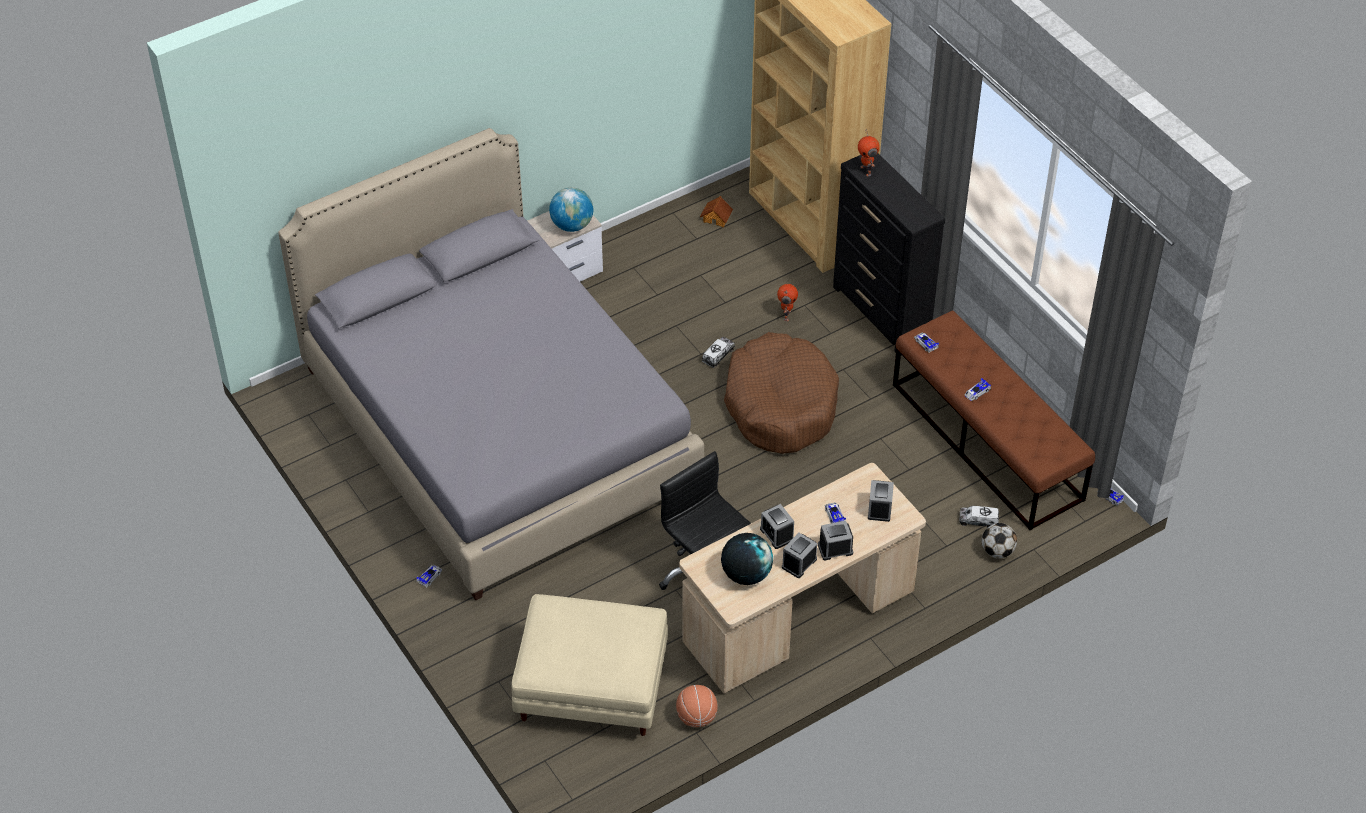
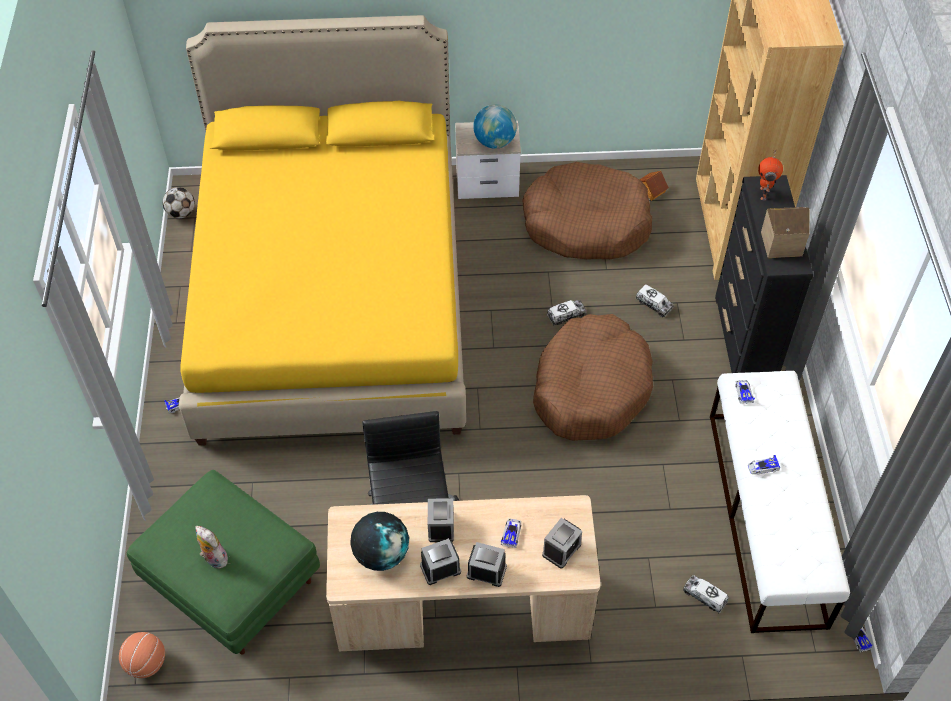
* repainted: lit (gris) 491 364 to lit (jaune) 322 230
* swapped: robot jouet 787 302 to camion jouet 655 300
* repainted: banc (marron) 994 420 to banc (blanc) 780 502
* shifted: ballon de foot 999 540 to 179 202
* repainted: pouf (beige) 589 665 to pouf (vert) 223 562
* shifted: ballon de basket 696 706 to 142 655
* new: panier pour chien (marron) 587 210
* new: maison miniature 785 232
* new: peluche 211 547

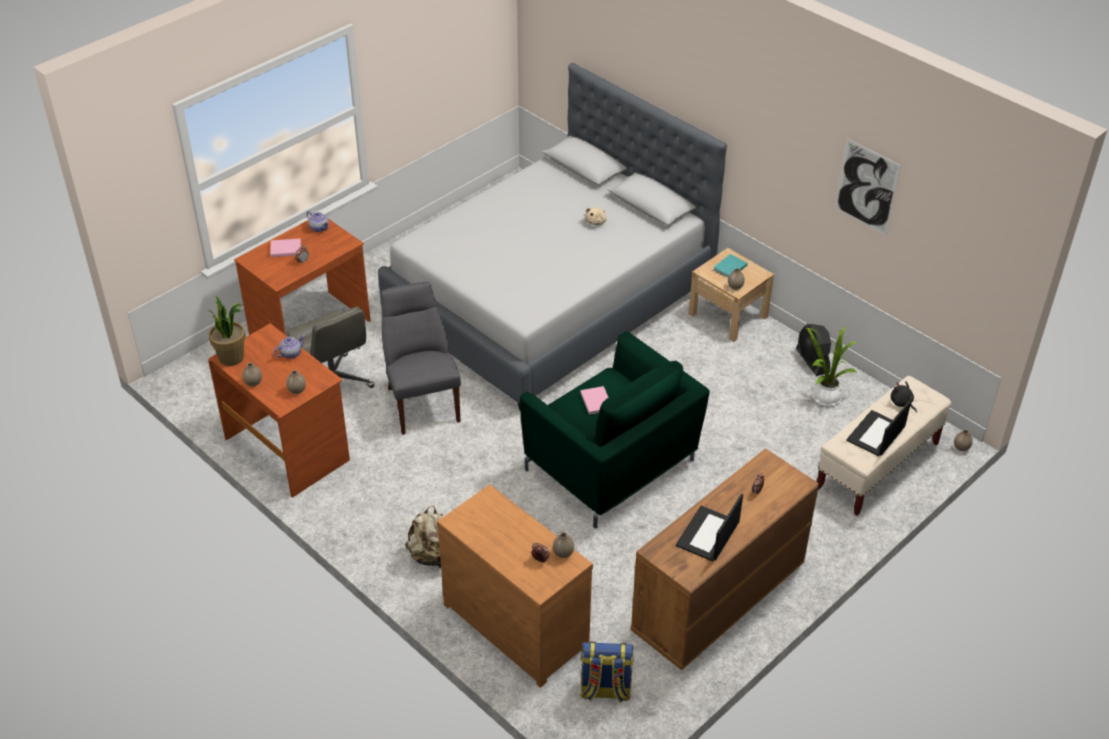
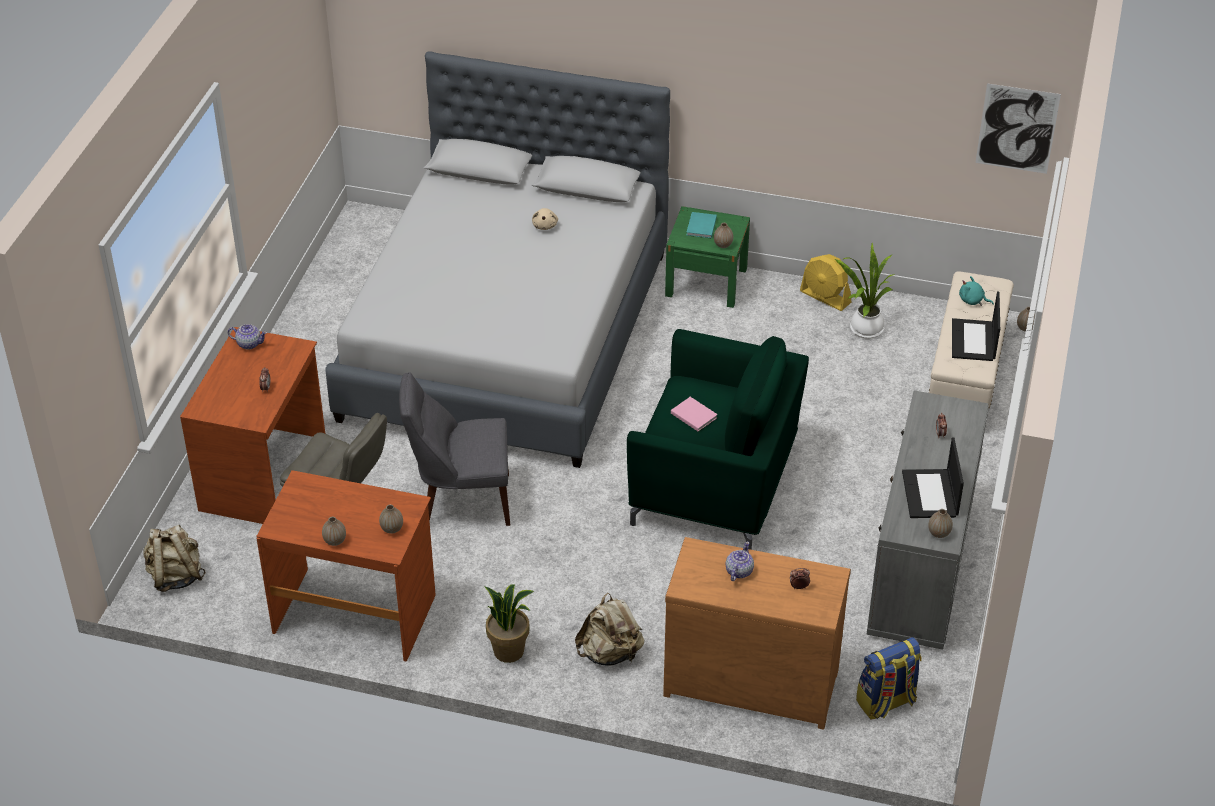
* shifted: tableau 867 187 to 1018 128
* gone: livre (rose) 285 247
* repainted: table de chevet (beige) 731 295 to table de chevet (vert) 707 257
* rotated: chaise (gris) 421 358 = 454 449 45 degrees counterclockwise
* shifted: plante en pot 227 331 to 509 623
* repainted: ventilateur (noir) 813 350 to ventilateur (jaune) 825 282
* shifted: théière 289 347 to 740 561
* repainted: peluche (noir) 904 397 to peluche (turquoise) 976 291
* repainted: commode (marron) 725 559 to commode (gris) 928 520
* shifted: vase 563 545 to 940 523
* new: sac à dos (beige) 175 558

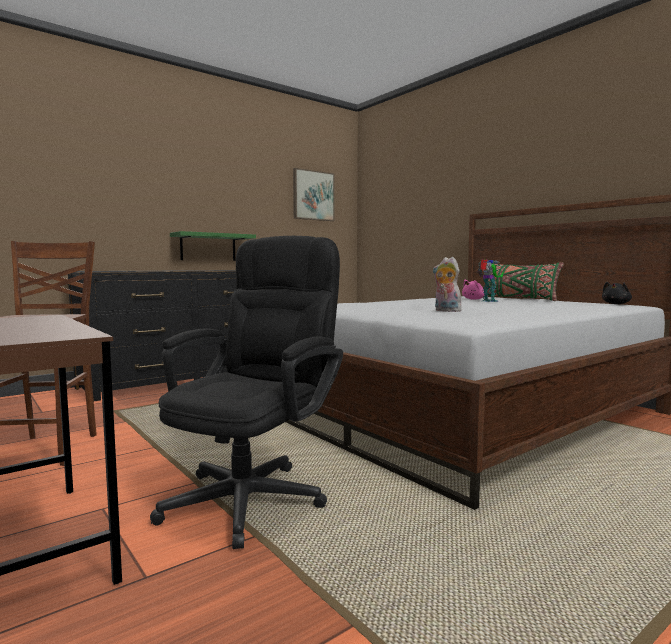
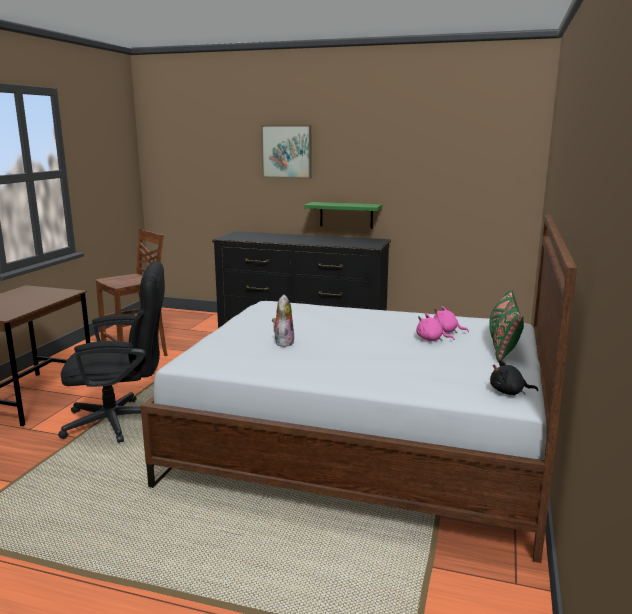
* shifted: tableau 314 194 to 286 152
* swapped: robot jouet 491 280 to peluche (rose) 435 327

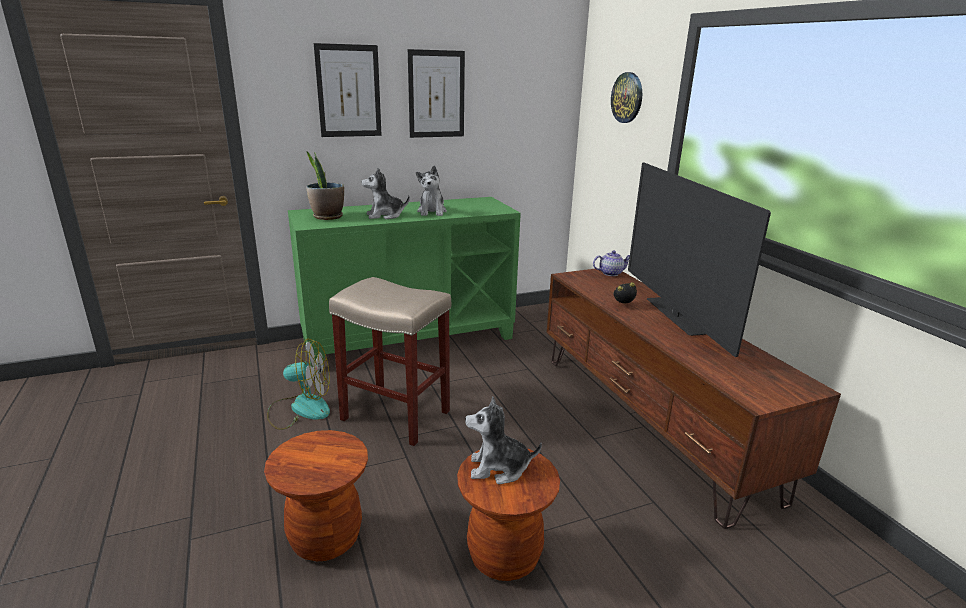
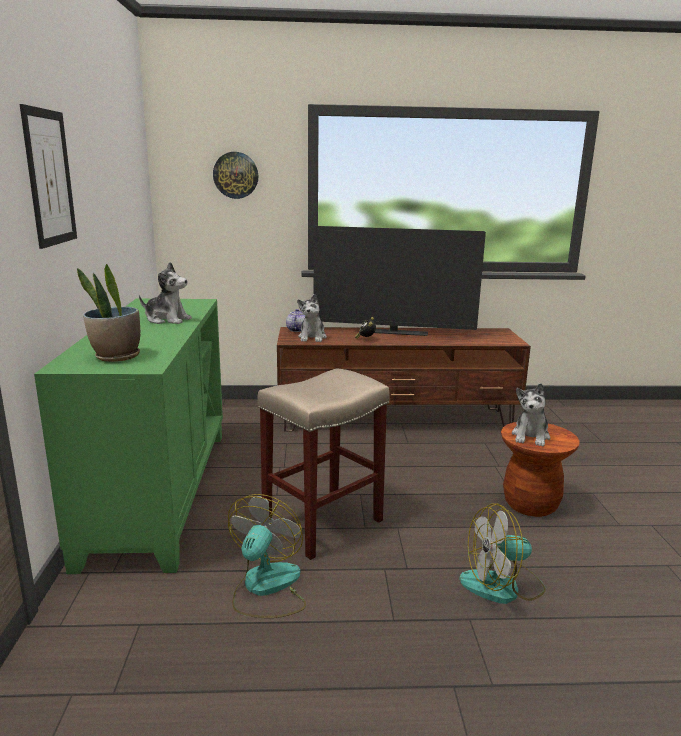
* gone: tableau 436 93
* shifted: peluche 385 193 to 312 318
* swapped: tabouret (marron) 316 495 to ventilateur 502 553

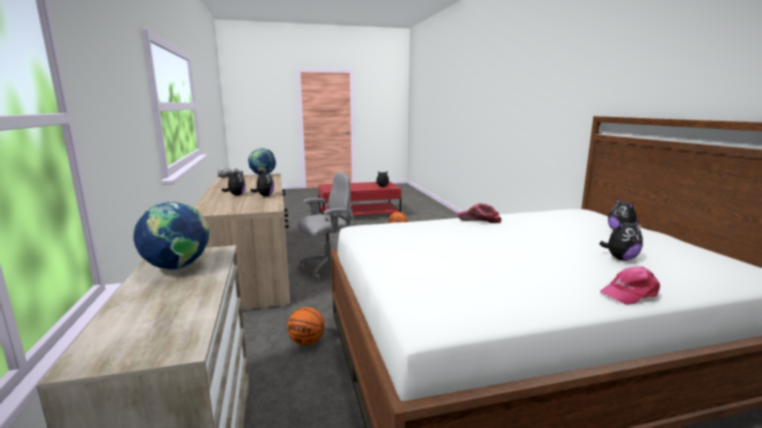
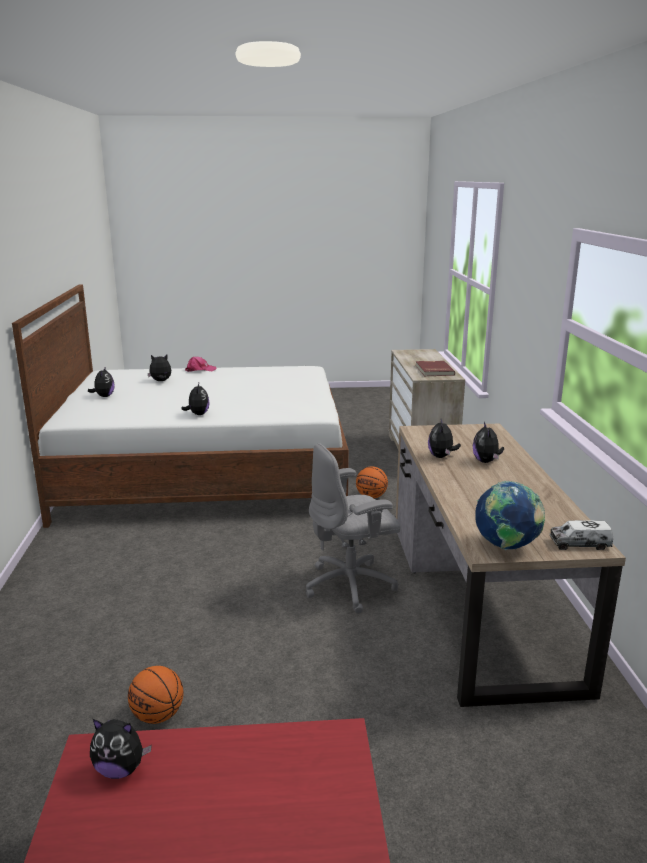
* swapped: globe 171 235 to livre (rouge) 435 368
* swapped: casquette 479 213 to peluche 195 399

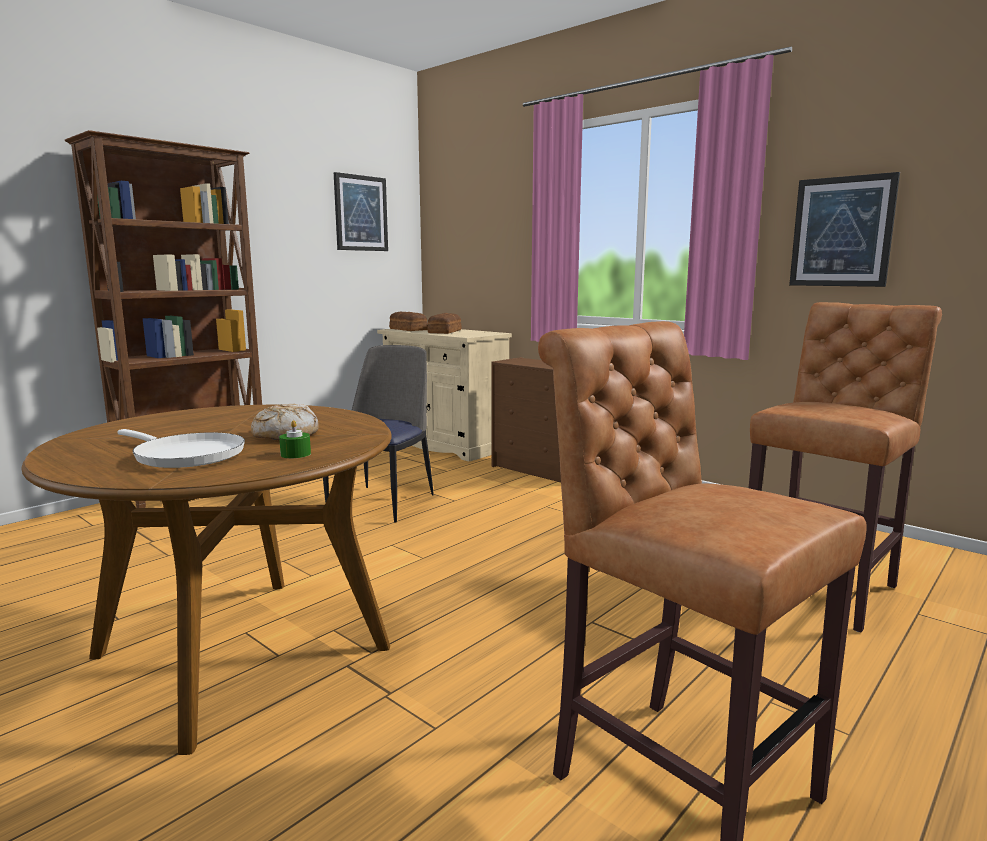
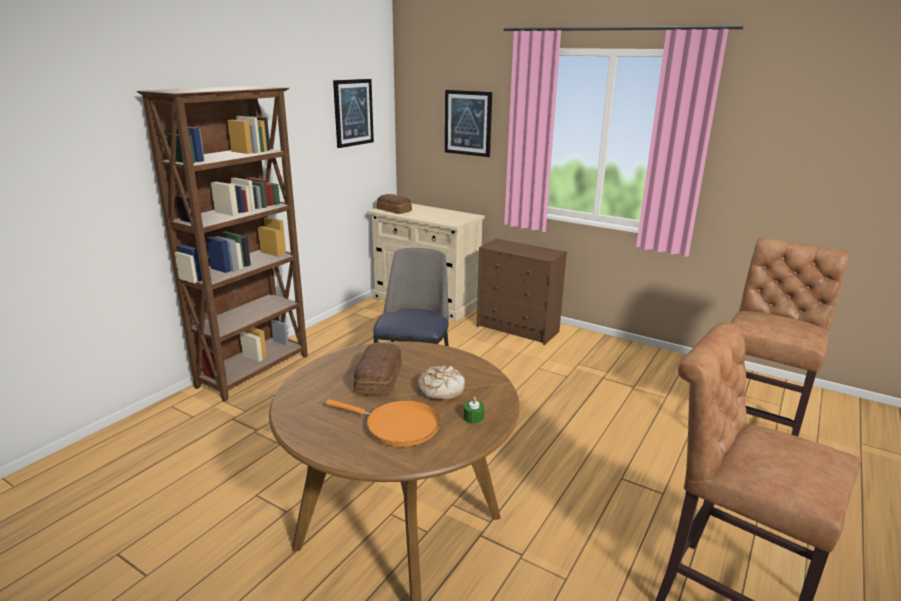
* shifted: tableau 844 229 to 468 123
* shifted: pain 444 323 to 378 370
* repainted: poêle (blanc) 181 448 to poêle (orange) 383 423

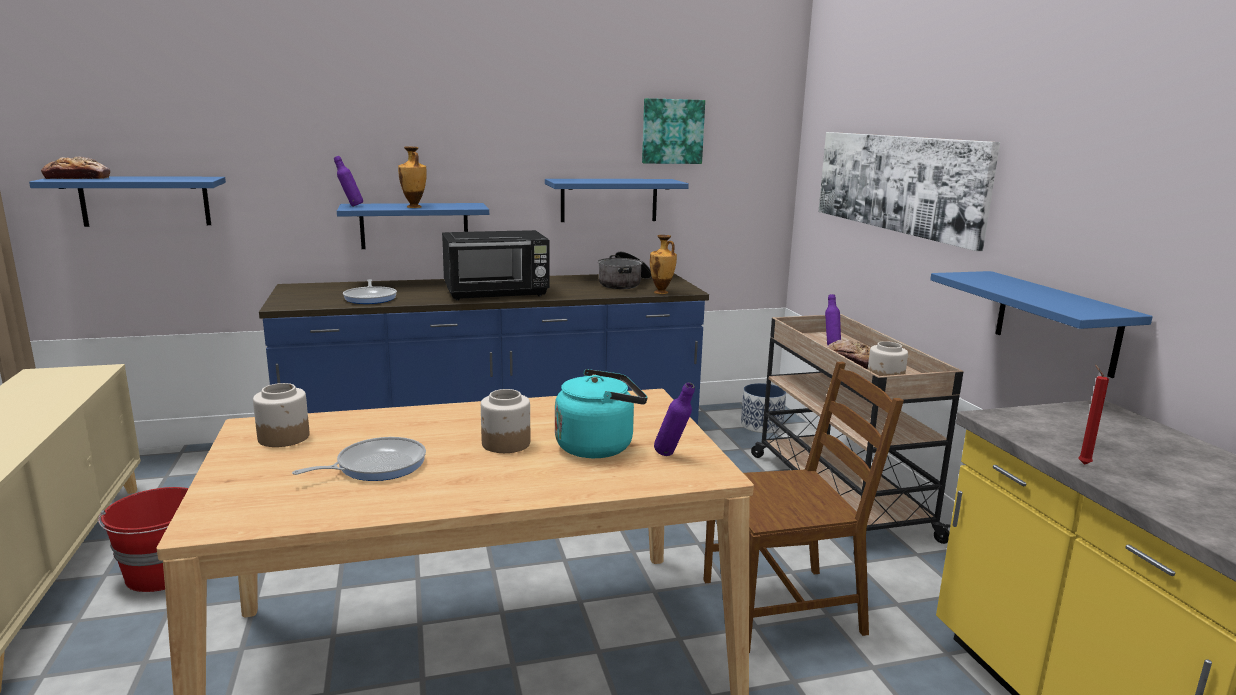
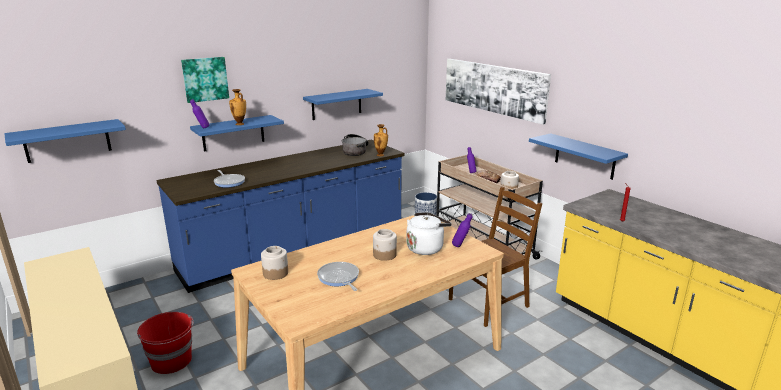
* shifted: tableau 673 131 to 205 80
* gone: pain 75 167
* gone: micro-ondes (noir) 496 265
* repainted: bouilloire (turquoise) 601 413 to bouilloire (blanc) 429 233
* rotated: poêle 359 459 = 338 276 60 degrees counterclockwise

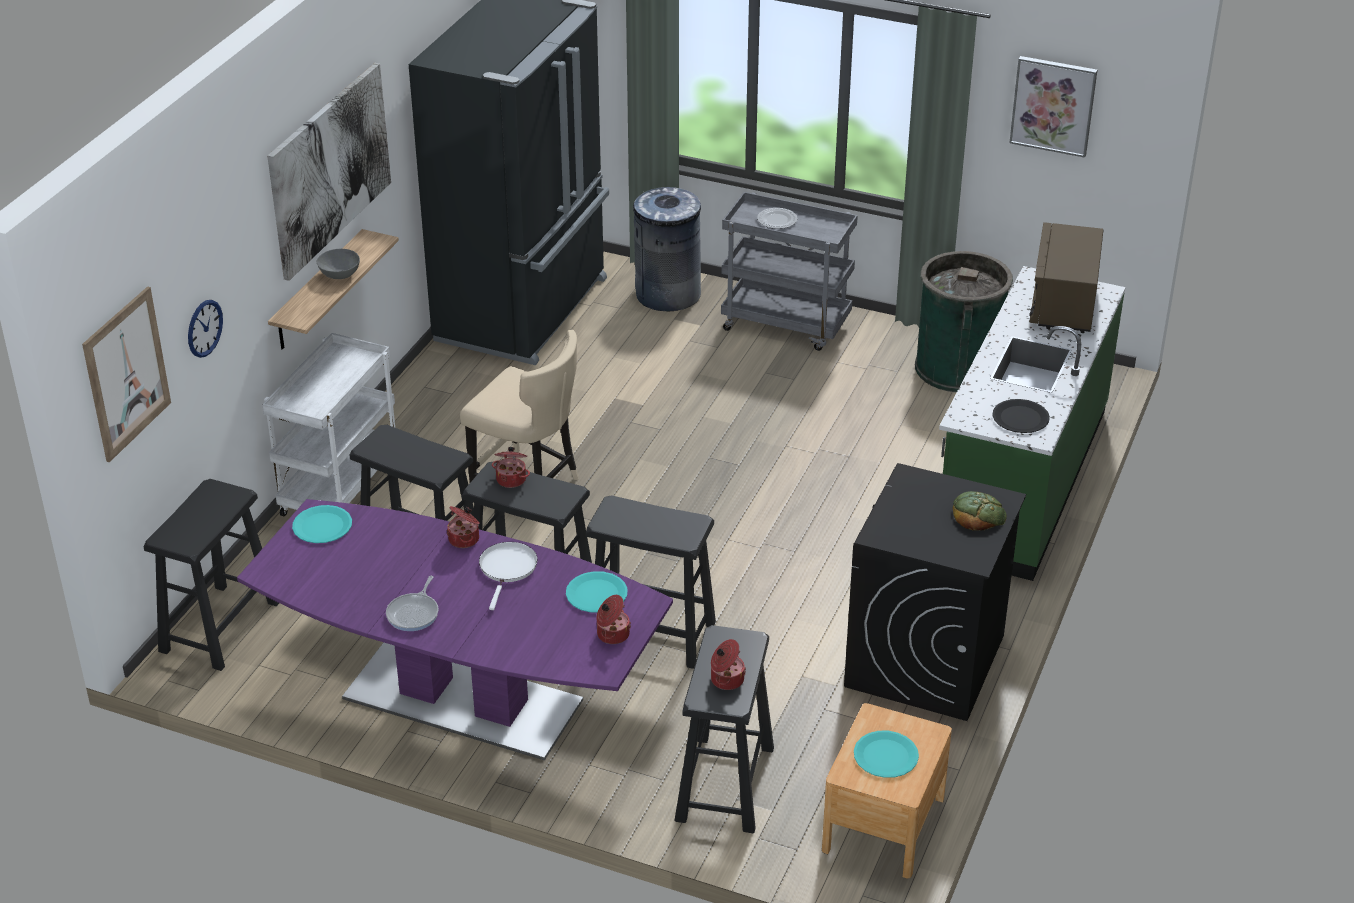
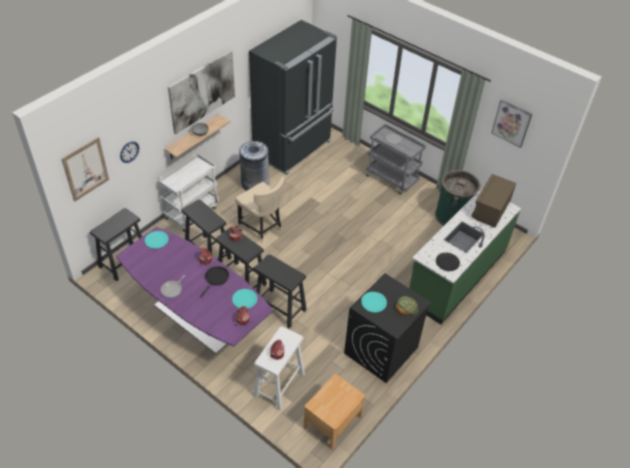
* shifted: poubelle (gris) 667 249 to 254 166
* repainted: poêle (blanc) 508 576 to poêle (noir) 214 281
* repainted: tabouret (noir) 724 729 to tabouret (blanc) 279 369
* shifted: assiette (turquoise) 886 754 to 374 302

